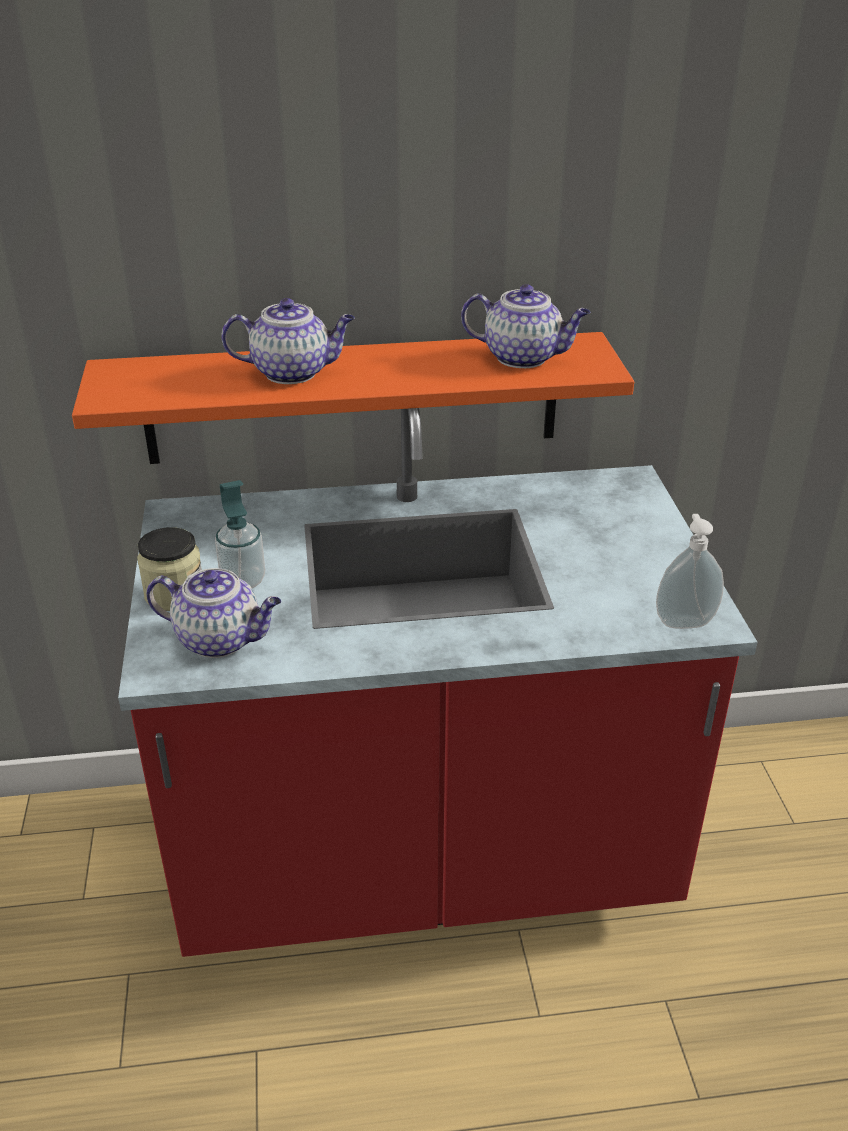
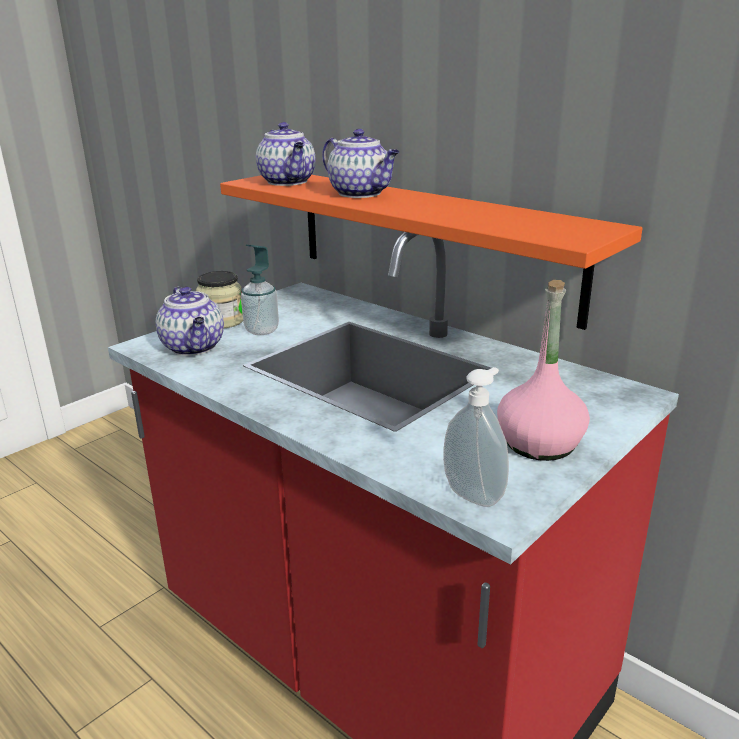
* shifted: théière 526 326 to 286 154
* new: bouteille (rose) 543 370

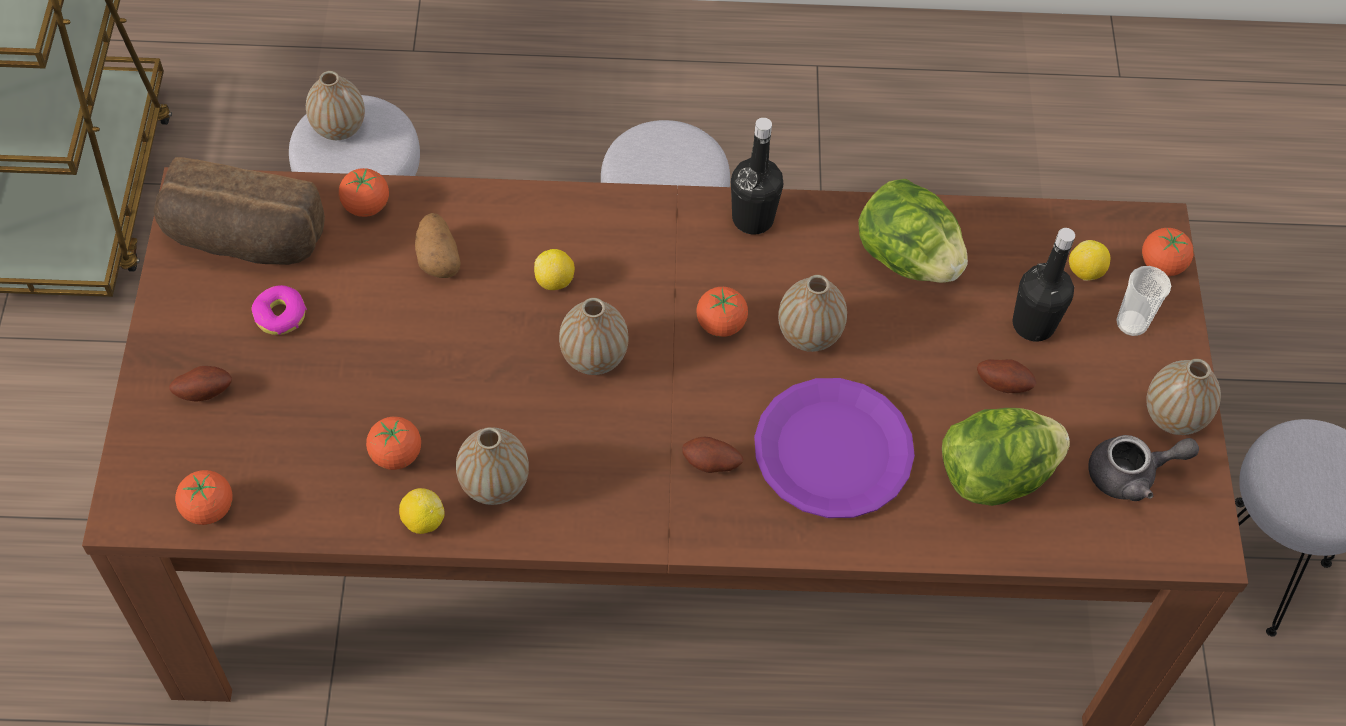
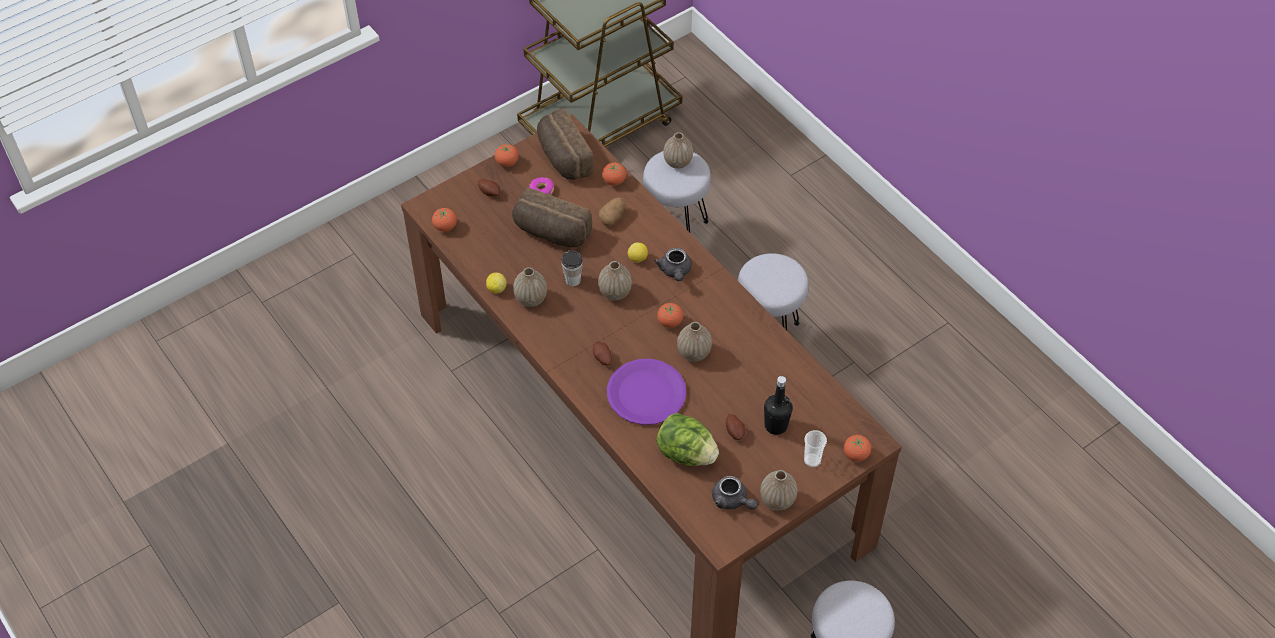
* gone: bouteille (noir) 757 176
* gone: laitue 913 231
* gone: citron 1089 260
* shifted: tomate 393 443 to 507 155
* new: pain 552 217
* new: théière (gris) 673 264
* new: tasse 572 268

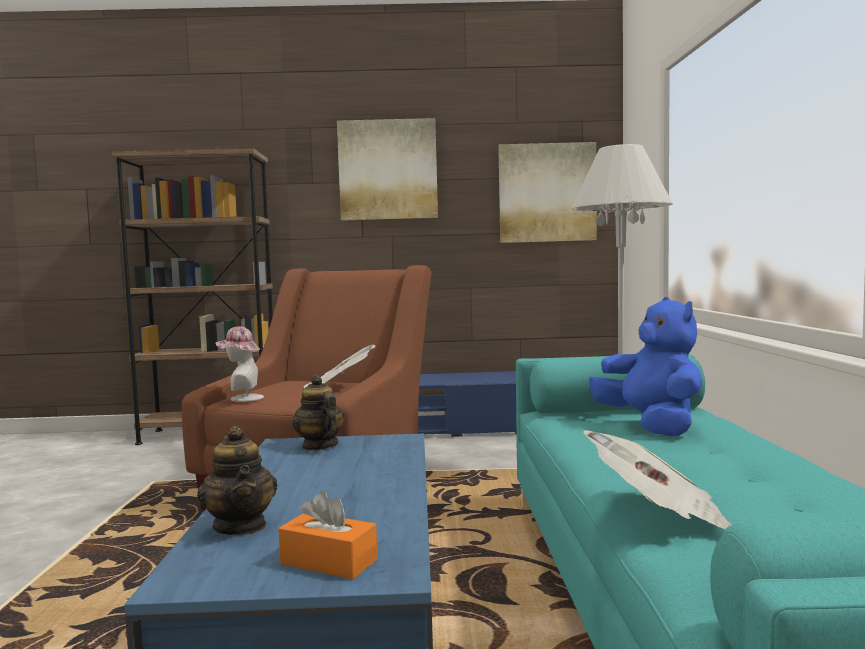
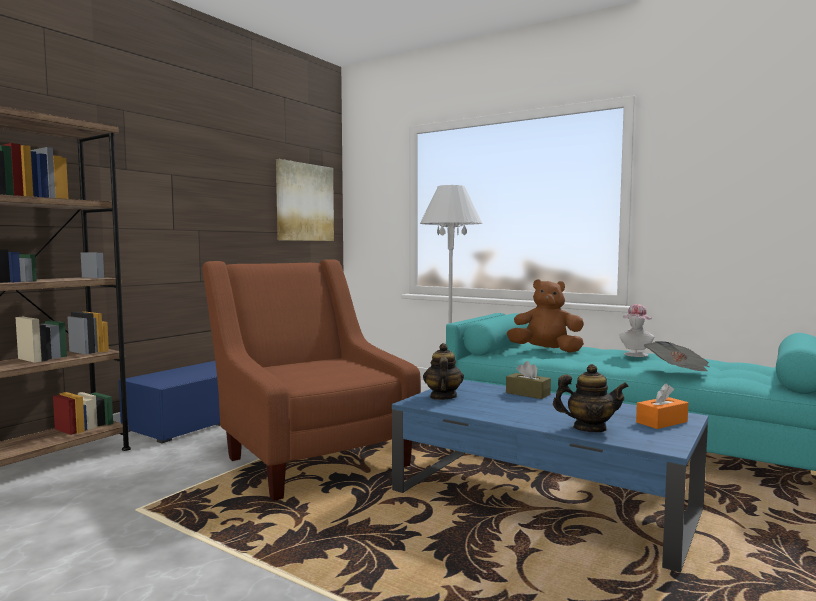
* gone: tableau 387 169
* repainted: peluche (bleu) 645 366 to peluche (marron) 545 316
* shifted: chapeau 239 364 to 636 330
* gone: journal 339 366
* rotated: théière 318 413 = 443 371 90 degrees clockwise
* new: boîte à mouchoirs (marron) 528 380

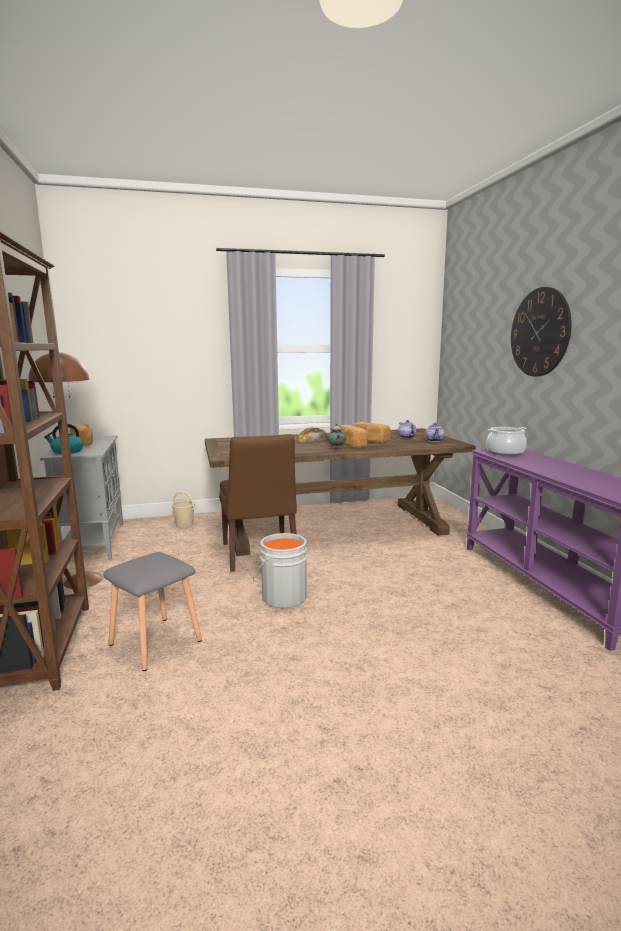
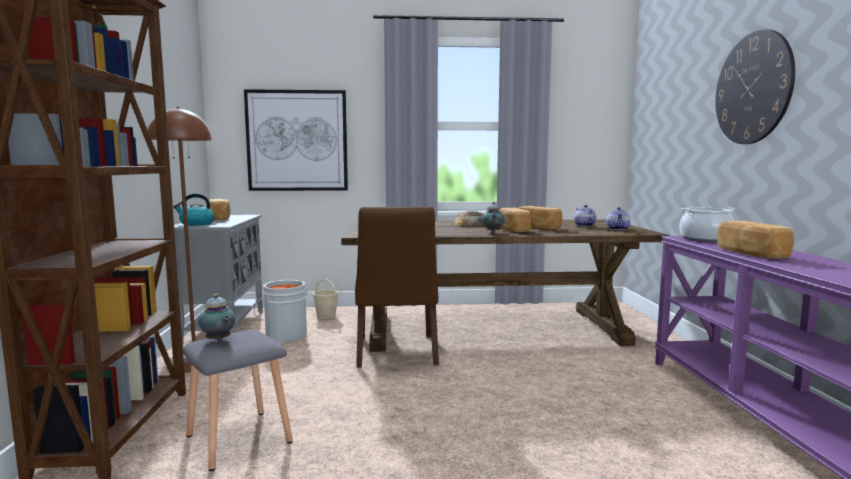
* shifted: seau (gris) 280 570 to 280 311
* new: tableau 296 140
* new: pain 755 240
* new: théière 217 318

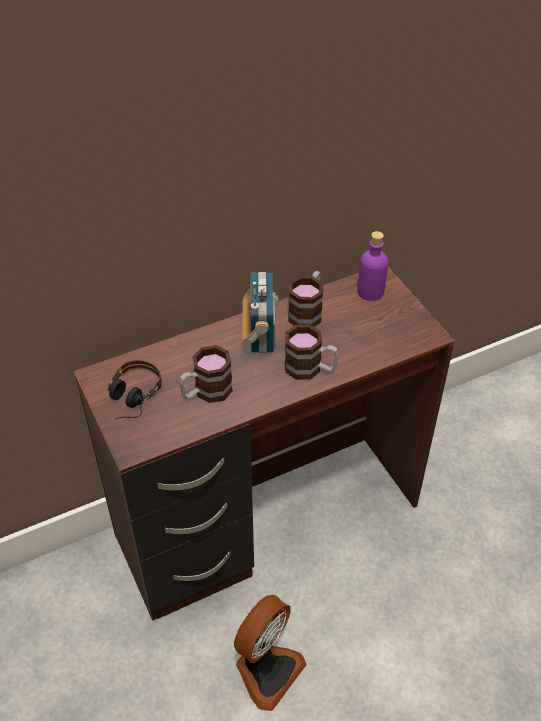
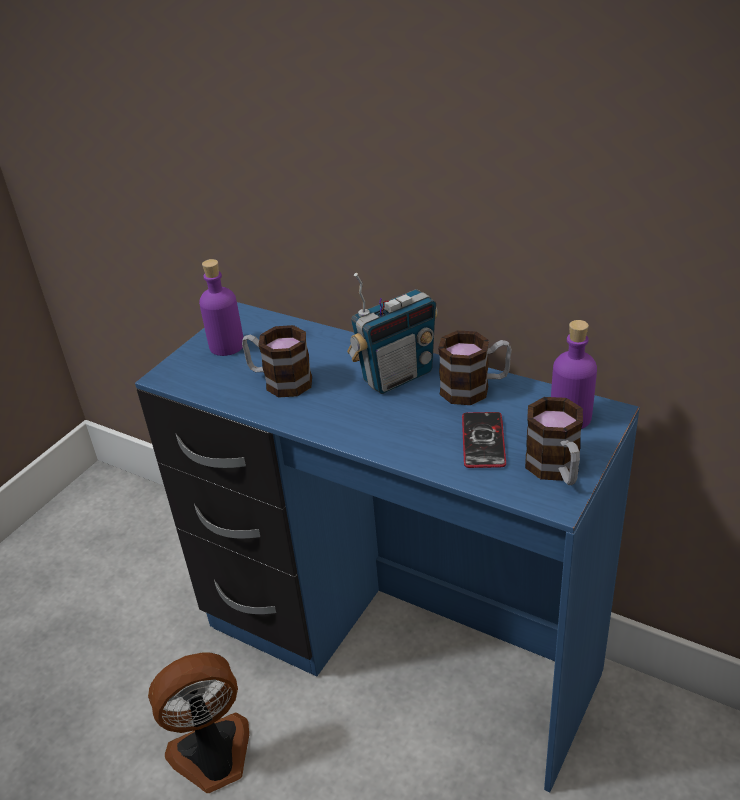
* repainted: bureau (marron) 264 444 to bureau (bleu) 387 547
* shifted: mug 312 352 to 554 441
* swapped: casque audio 135 389 to bouteille (violet) 221 307
* rotated: ventilateur 270 653 = 198 722 150 degrees clockwise
* new: téléphone 484 440

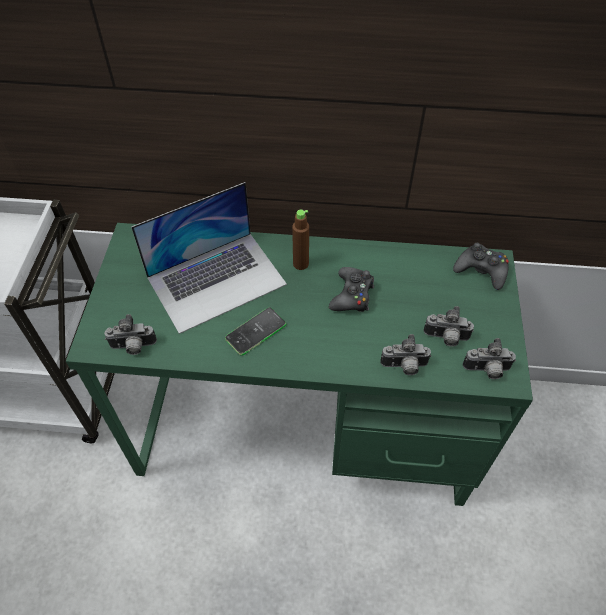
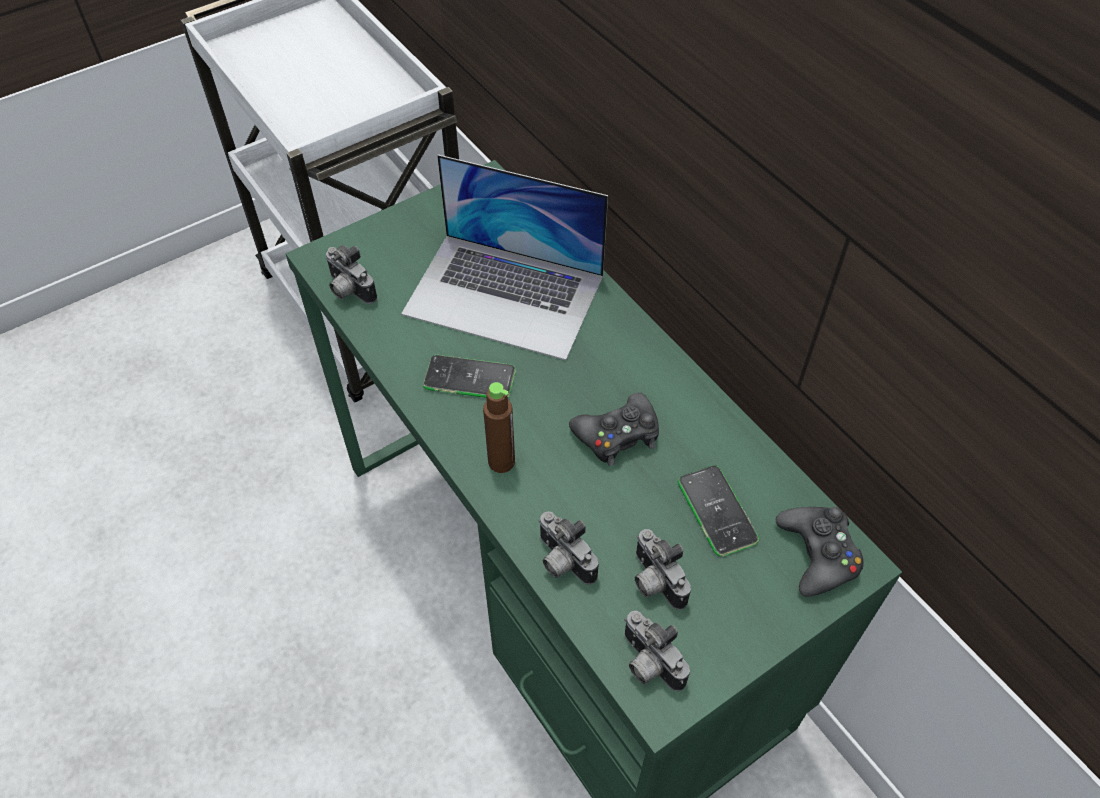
* shifted: bouteille (marron) 300 240 to 499 427
* new: téléphone 718 511

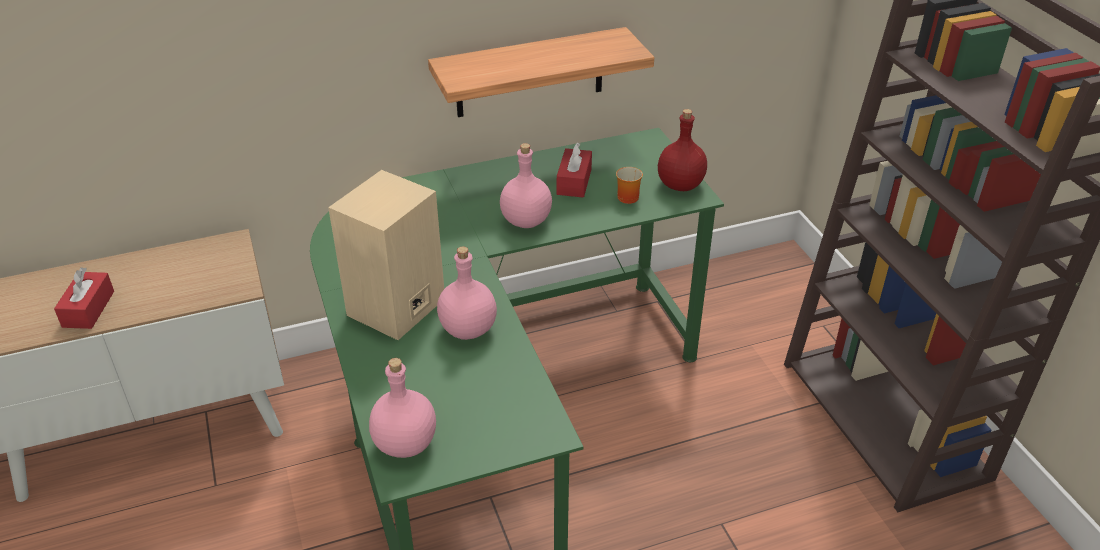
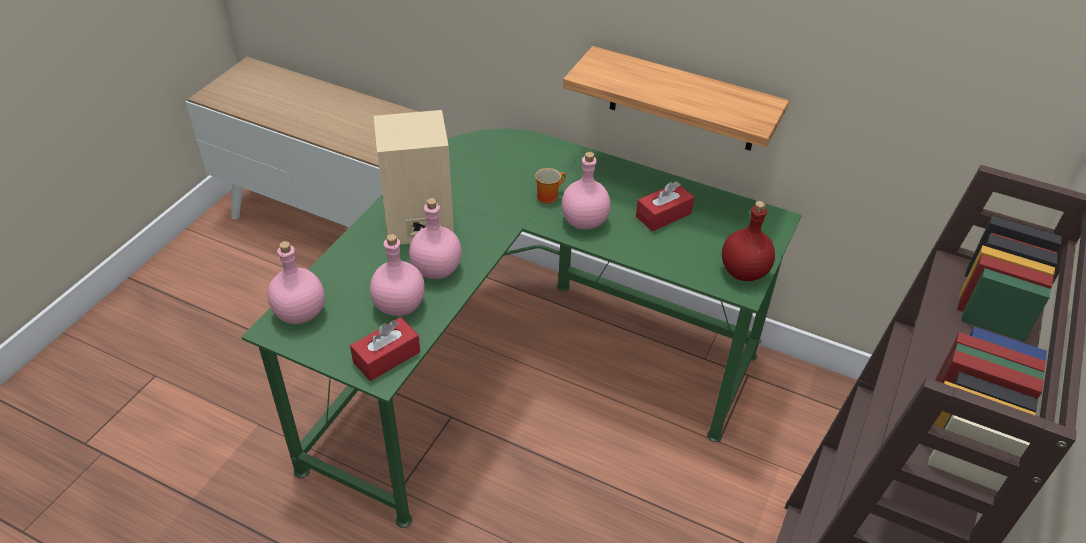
* shifted: mug 629 185 to 550 186
* shifted: boîte à mouchoirs (rouge) 84 298 to 385 349
* new: bouteille (rose) 397 275

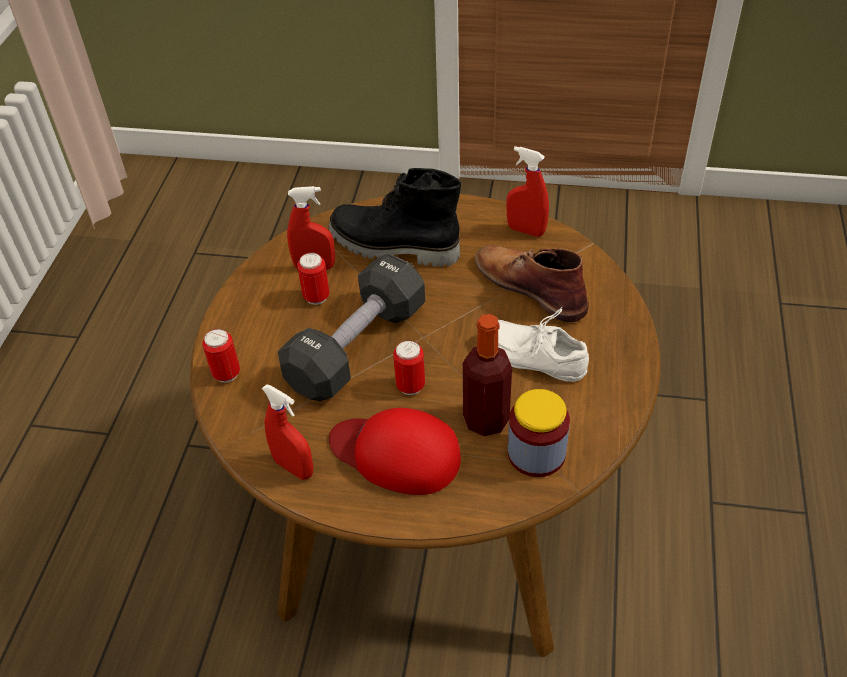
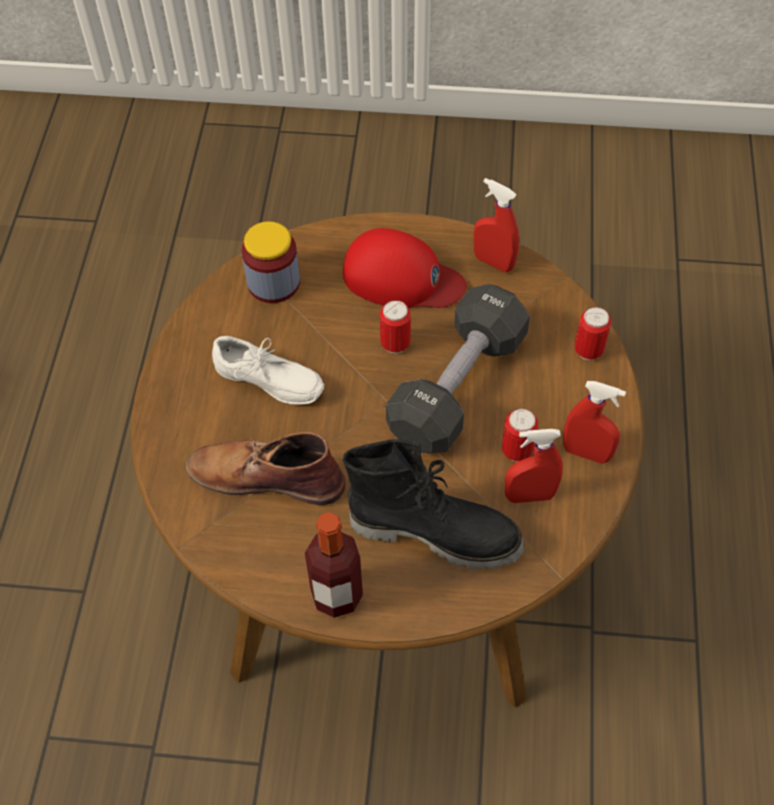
* shifted: vaporisateur (rouge) 528 191 to 594 422
* rotated: botte (marron) 532 283 = 265 468 150 degrees clockwise
* shifted: bouteille 487 375 to 334 565

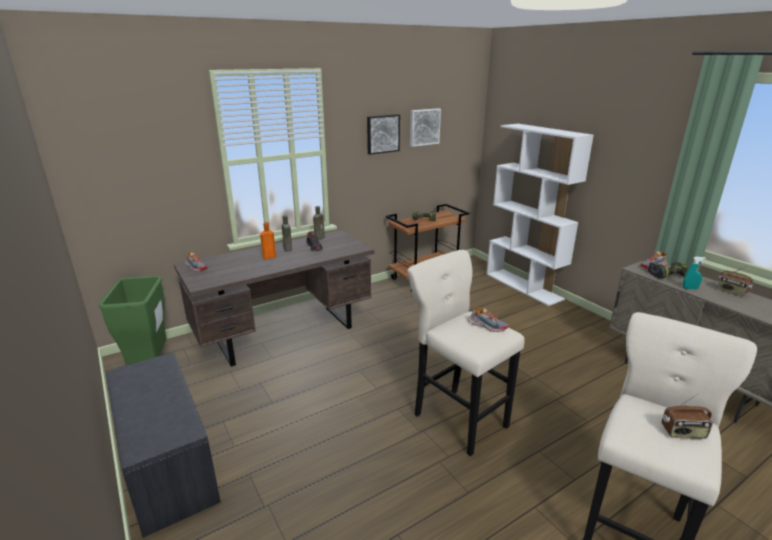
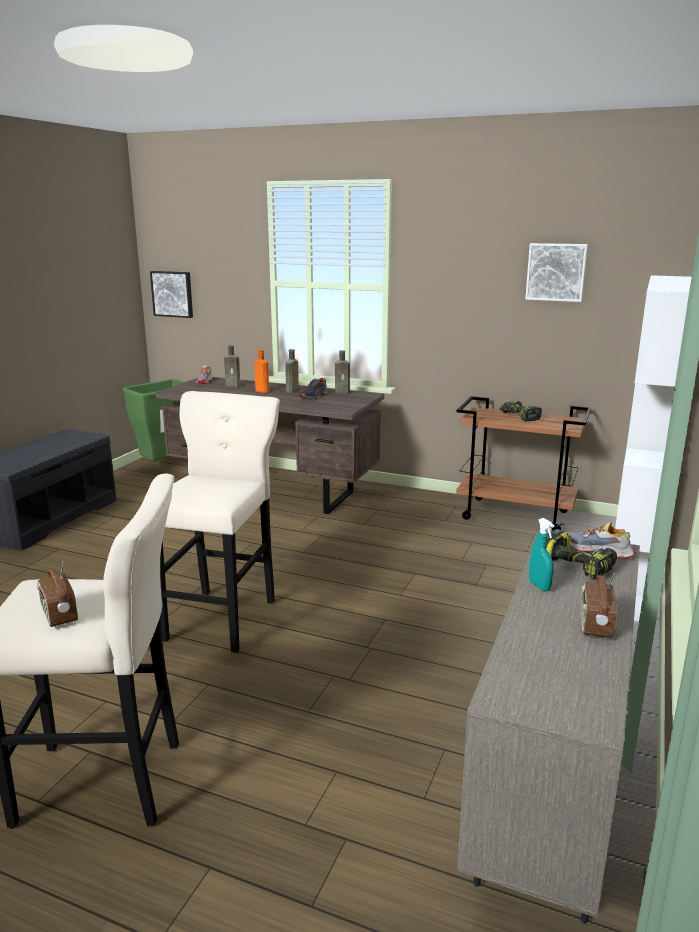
* shifted: tableau 383 134 to 171 294
* gone: chaussure 488 320
* new: bouteille (marron) 232 366

